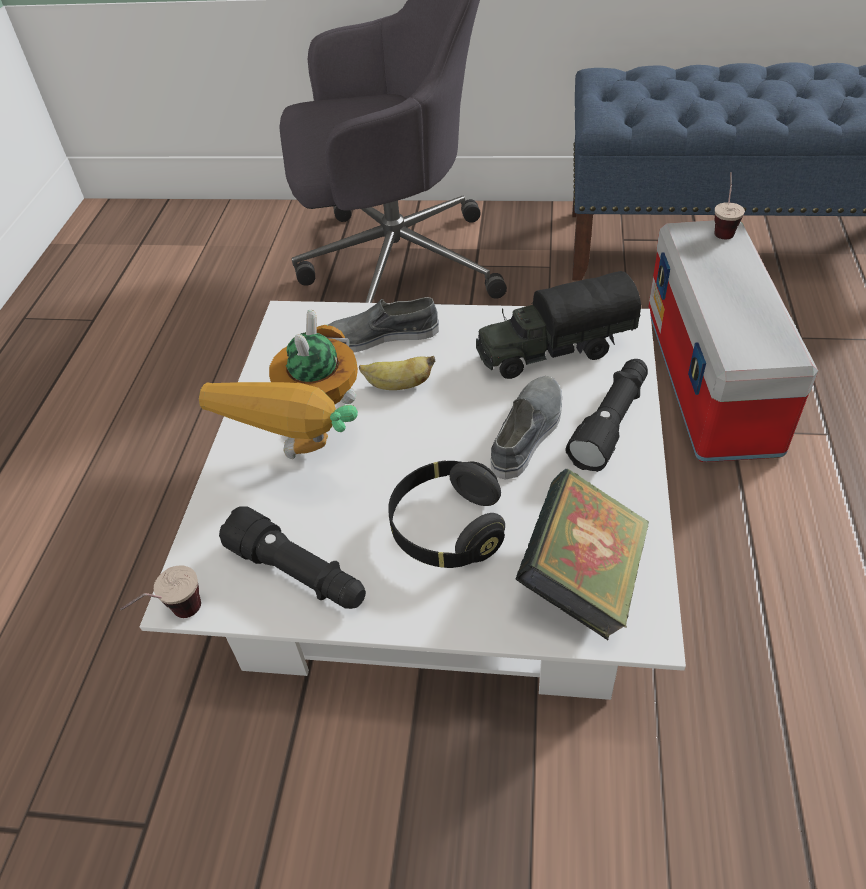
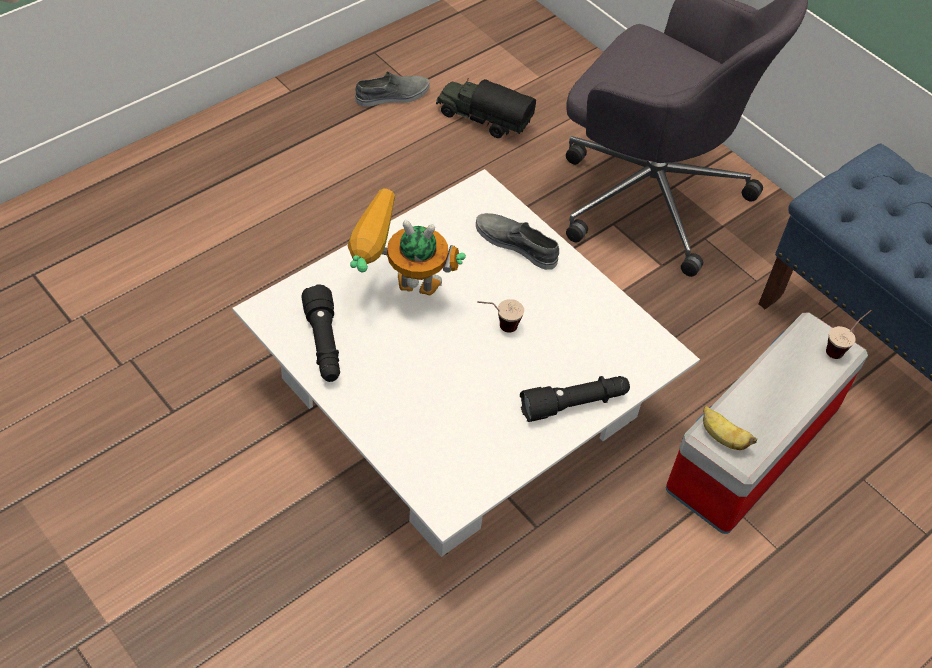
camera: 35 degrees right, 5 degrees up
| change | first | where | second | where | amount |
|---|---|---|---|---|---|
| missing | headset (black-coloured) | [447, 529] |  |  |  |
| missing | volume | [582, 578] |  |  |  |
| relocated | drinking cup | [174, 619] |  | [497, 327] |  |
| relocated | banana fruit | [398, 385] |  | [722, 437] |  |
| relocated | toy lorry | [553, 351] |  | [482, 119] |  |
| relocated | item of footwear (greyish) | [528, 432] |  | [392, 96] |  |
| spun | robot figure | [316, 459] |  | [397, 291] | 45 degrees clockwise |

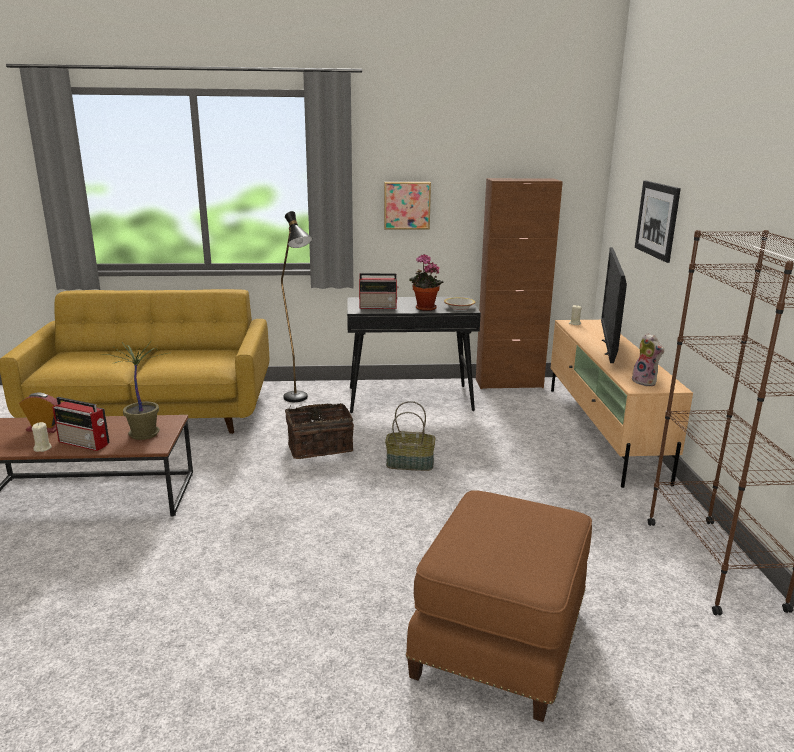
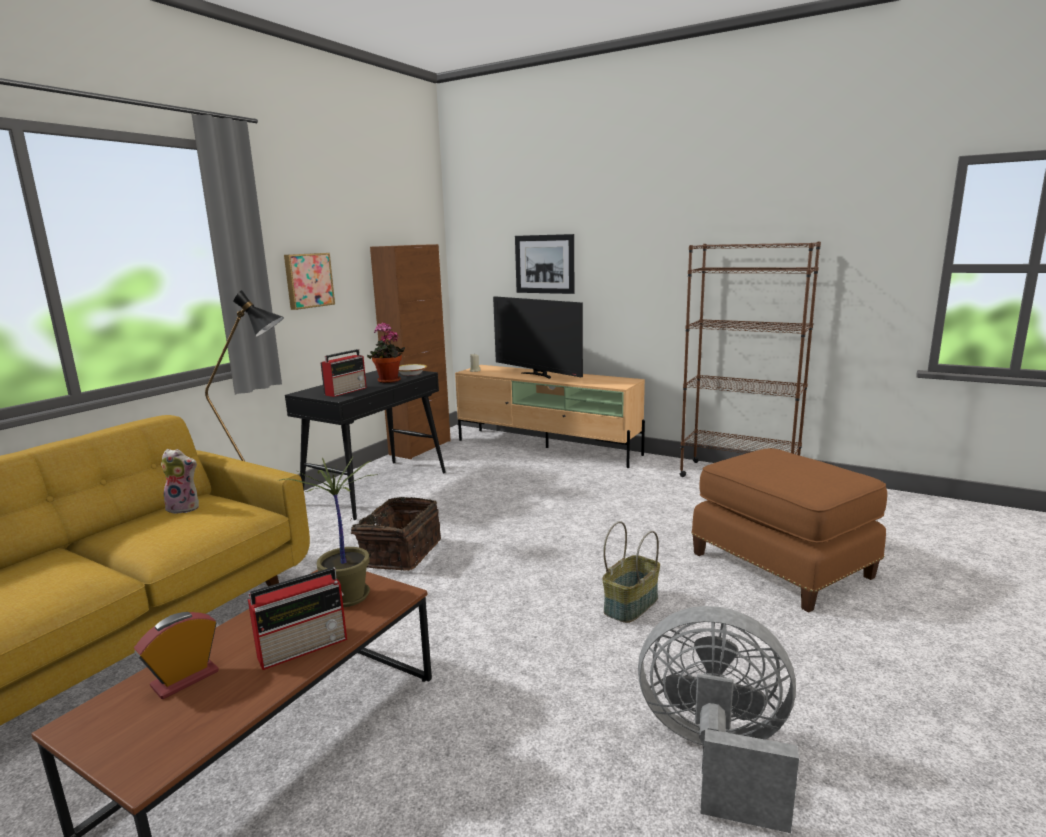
camera: 55 degrees left, 5 degrees down
| change | first | where | second | where | amount |
|---|---|---|---|---|---|
| missing | wax light (beige-coloured) | [43, 448] |  |  |  |
| appeared |  |  | electric fan (greyish) | [716, 756] |  |
| relocated | basket | [410, 464] |  | [630, 604] |  |
| relocated | soft toy | [645, 382] |  | [185, 508] |  |

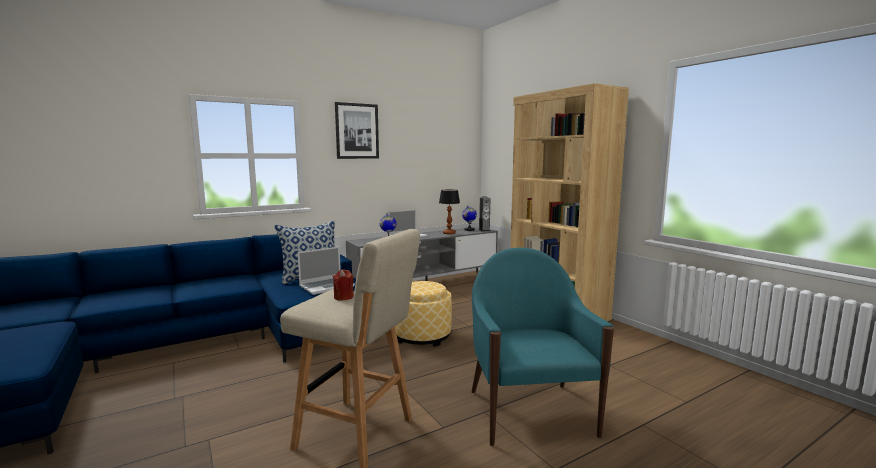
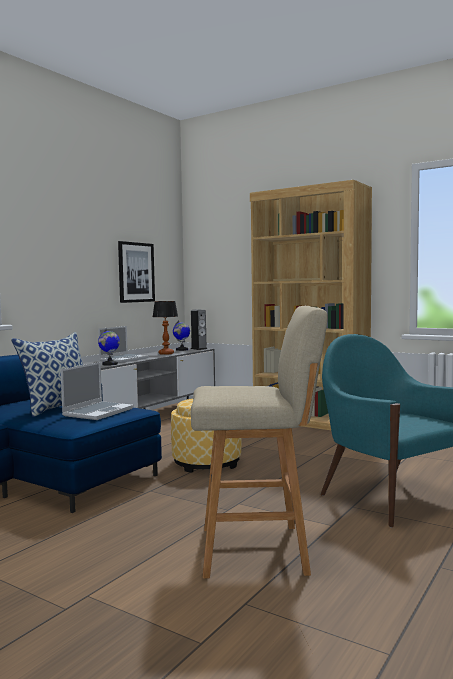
camera: 25 degrees left, 5 degrees down
| change | first | where | second | where | amount |
|---|---|---|---|---|---|
| missing | wax light (reddish) | [343, 297] |  |  |  |
| relocated | wall art | [357, 131] |  | [136, 272] |  |

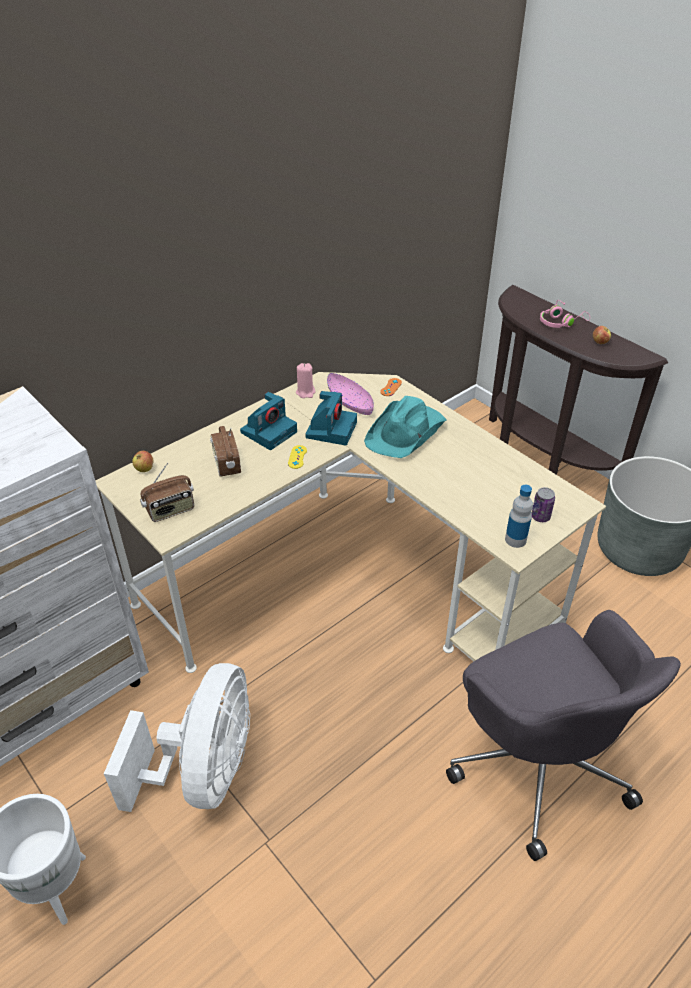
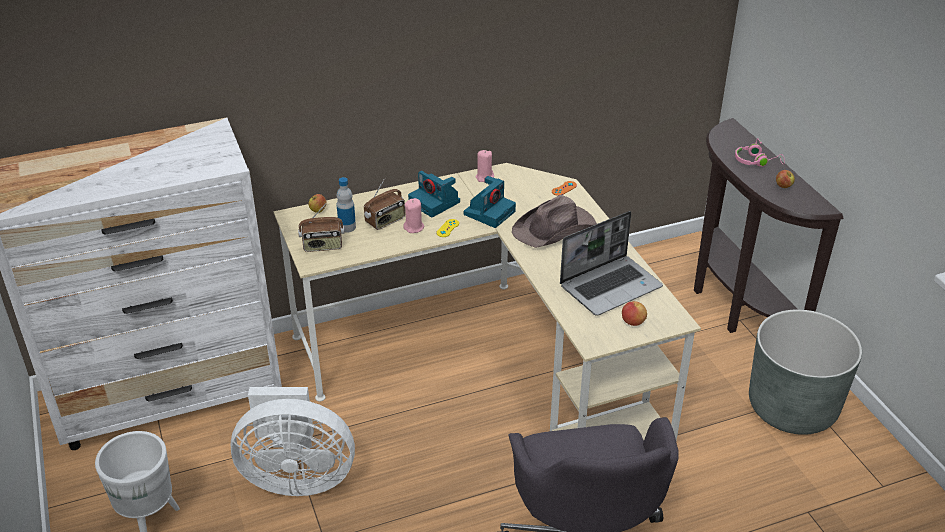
camera: 20 degrees right, 5 degrees down
| change | first | where | second | where | amount |
|---|---|---|---|---|---|
| missing | deep dish (pink) | [350, 402] |  |  |  |
| appeared |  |  | wax light (pink) | [414, 227] |  |
| appeared |  |  | notebook computer | [611, 286] |  |
| relocated | drink bottle | [515, 540] |  | [347, 227] |  |
| exchanged | metal can | [540, 517] | apple | [633, 322] |  |
| colour | hat (turquoise-coloured) | [406, 432] | hat (brown) | [555, 228] |  |
| spun | electric fan (white) | [205, 771] |  | [296, 477] | 60 degrees clockwise |
| spun | radio | [226, 464] |  | [385, 221] | 135 degrees counterclockwise |
| spun | still camera | [269, 431] |  | [435, 203] | 75 degrees clockwise |

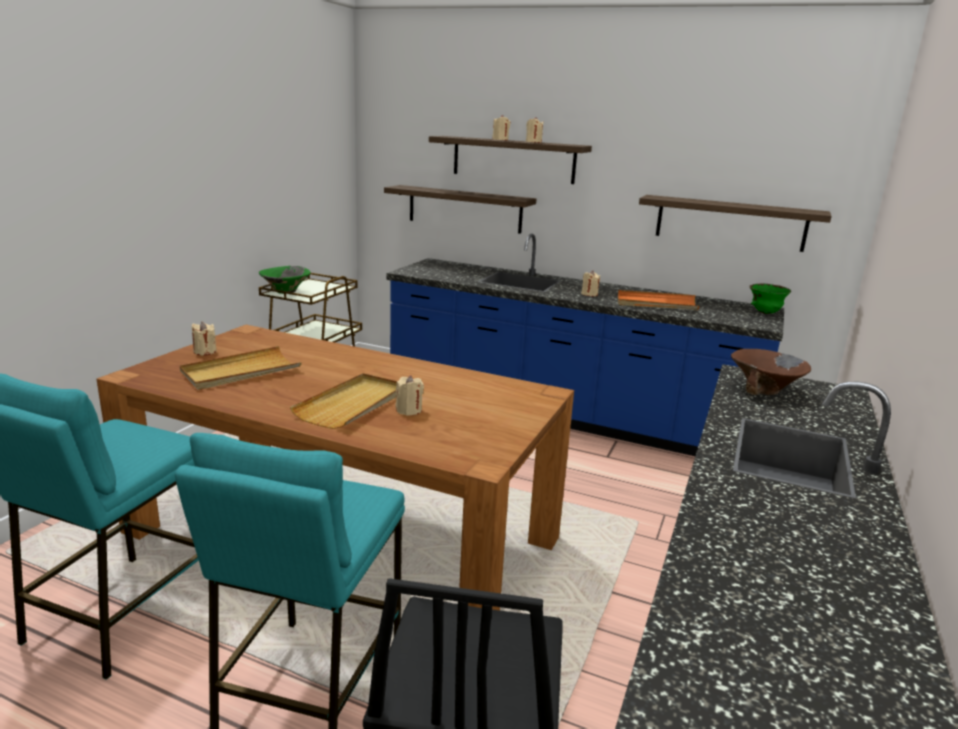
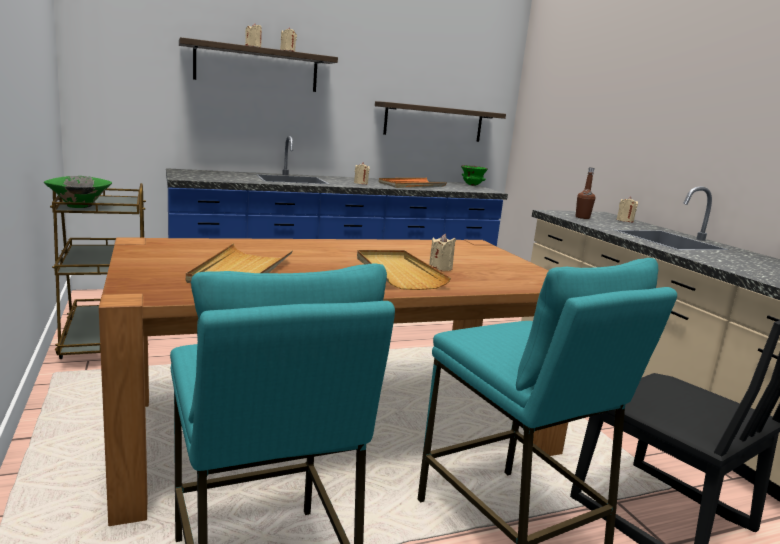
camera: 45 degrees left, 5 degrees down
| change | first | where | second | where | amount |
|---|---|---|---|---|---|
| missing | bracket shelf | [464, 209] |  |  |  |
| relocated | wax light (beige-coloured) | [205, 352] |  | [625, 220] |  |
| exchanged | deep dish (brown) | [764, 390] | drink bottle (brown) | [582, 217] |  |

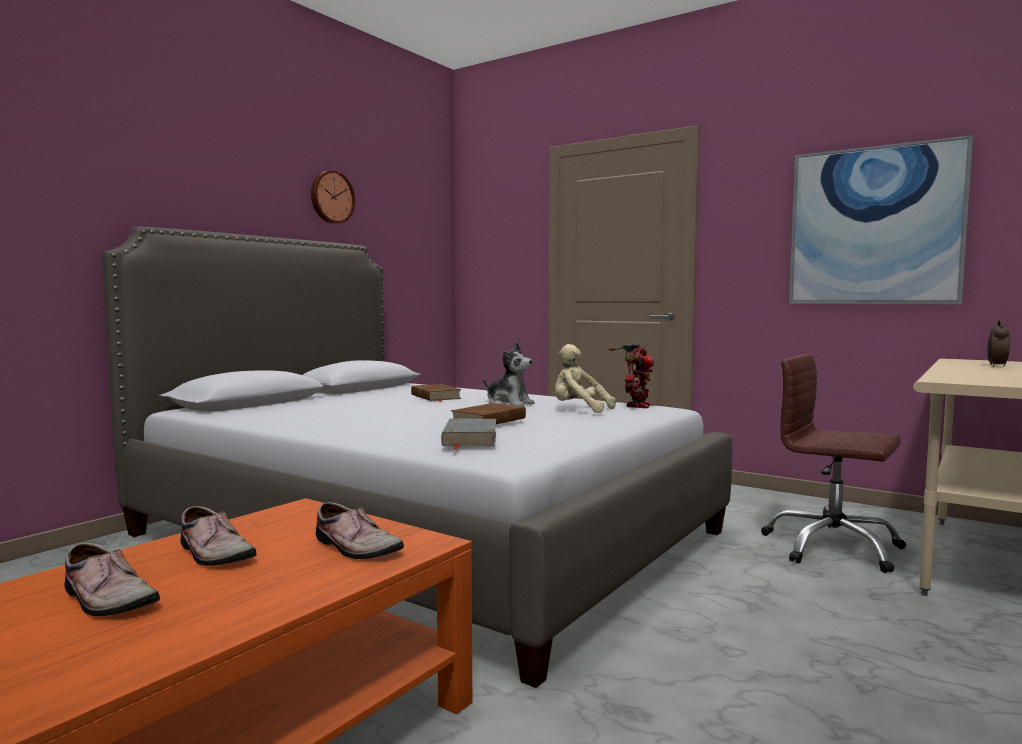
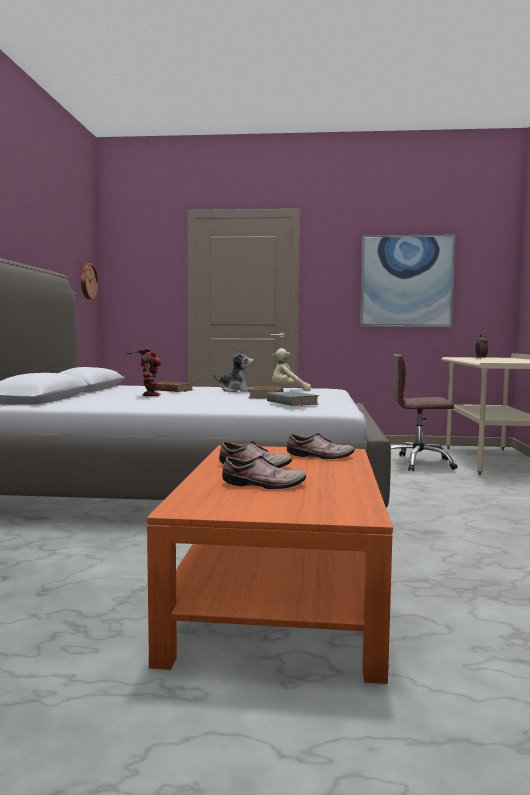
camera: 30 degrees left, 0 degrees up
| change | first | where | second | where | amount |
|---|---|---|---|---|---|
| relocated | wall clock | [331, 197] |  | [87, 281] |  |
| relocated | robot figure | [637, 405] |  | [149, 395] |  |

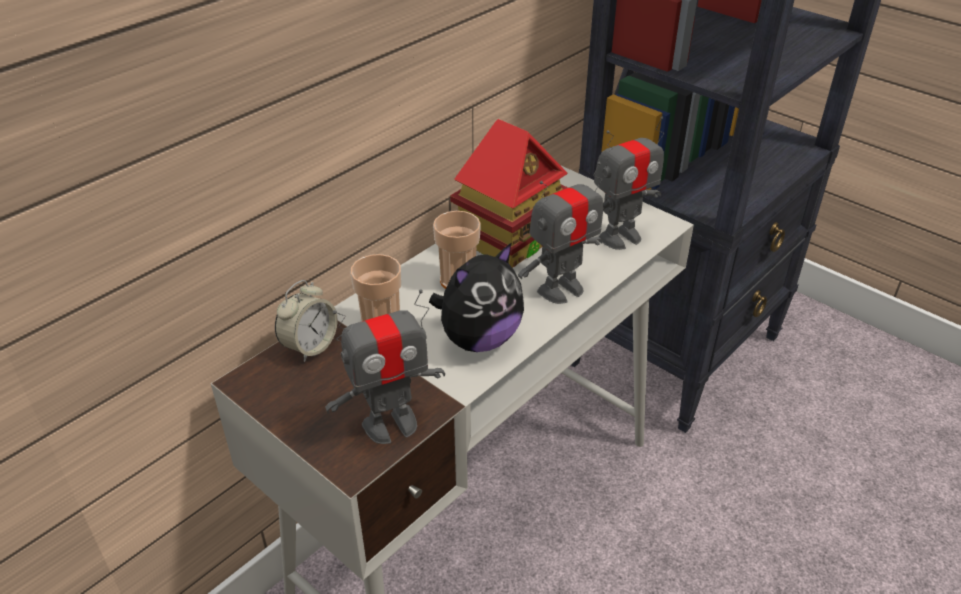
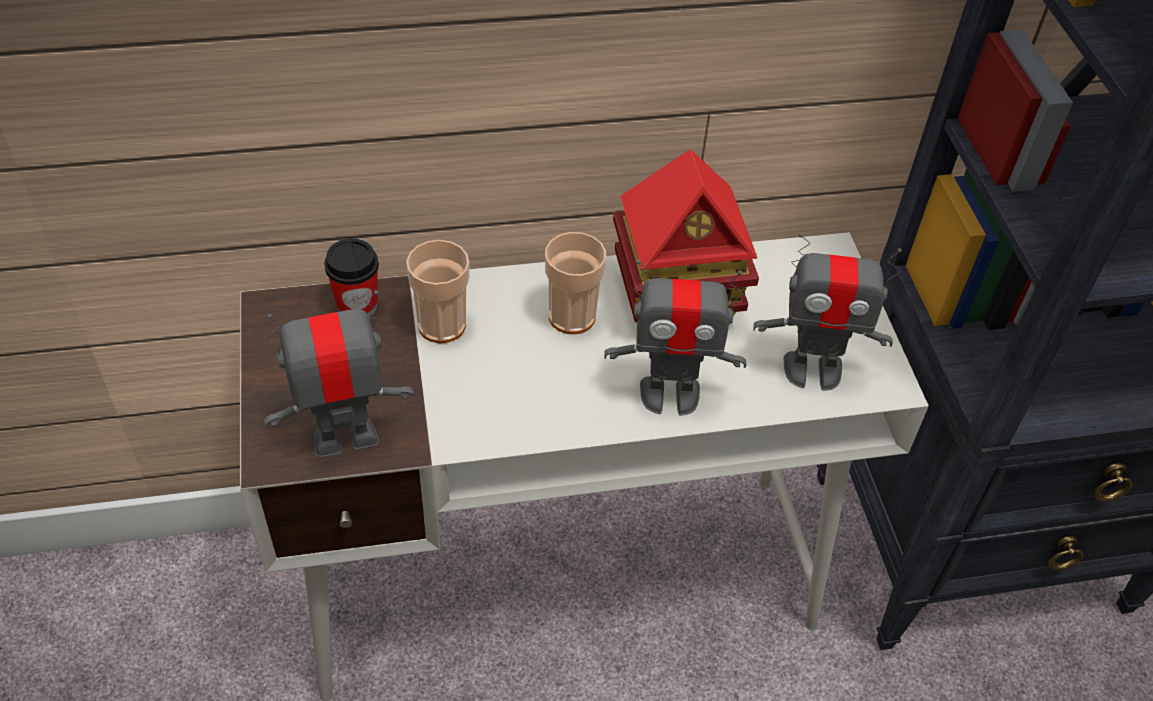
camera: 35 degrees right, 10 degrees up
| change | first | where | second | where | amount |
|---|---|---|---|---|---|
| missing | soft toy | [479, 339] |  |  |  |
| exchanged | alarm clock | [310, 346] | drinking cup | [357, 306] |  |
| spun | robot figure | [390, 424] |  | [345, 437] | 150 degrees clockwise |

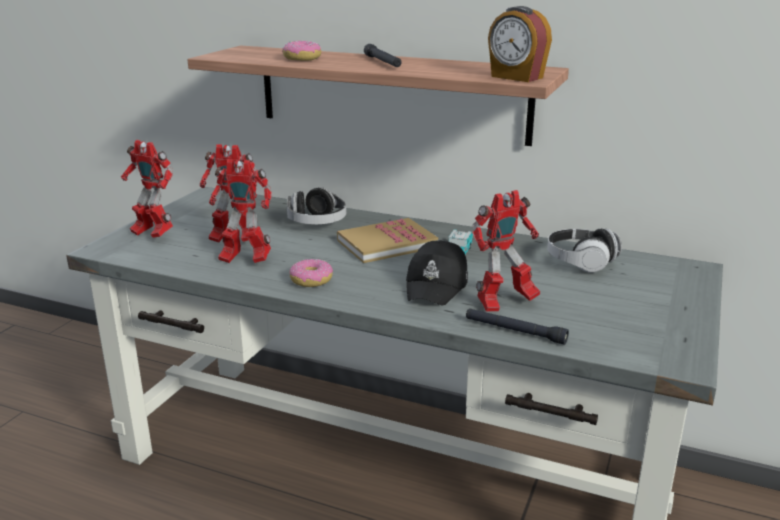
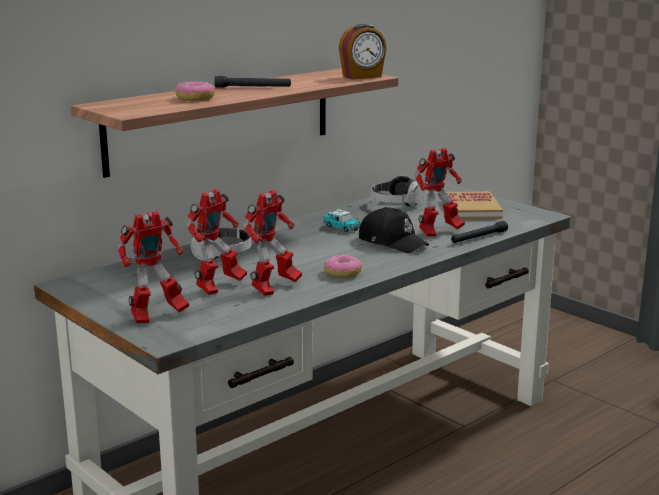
camera: 65 degrees left, 5 degrees down
| change | first | where | second | where | amount |
|---|---|---|---|---|---|
| relocated | volume | [386, 244] |  | [470, 209] |  |
| spun | robot figure | [503, 303] |  | [438, 232] | 60 degrees clockwise |

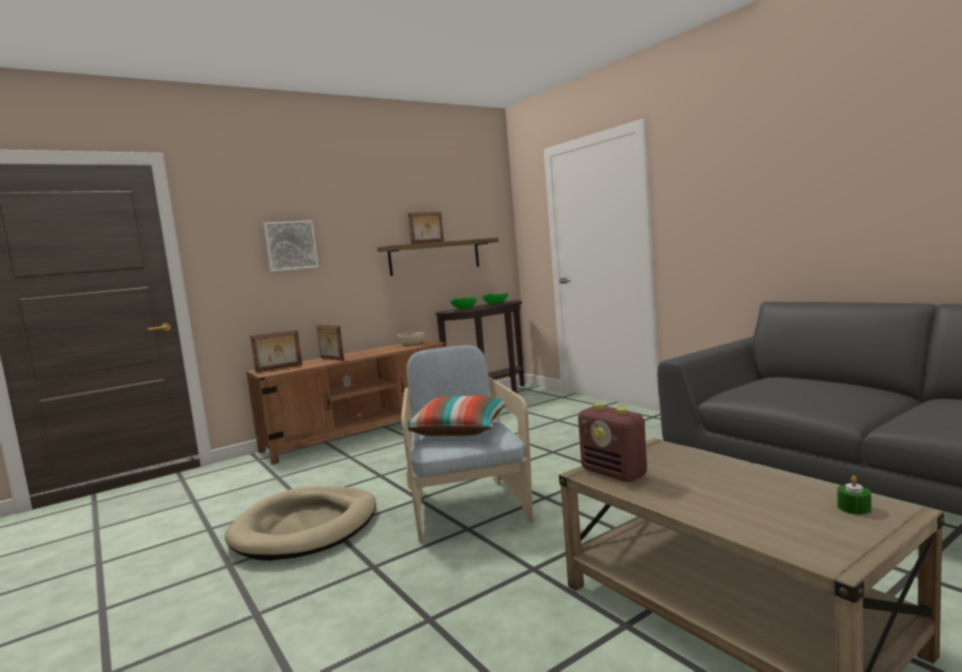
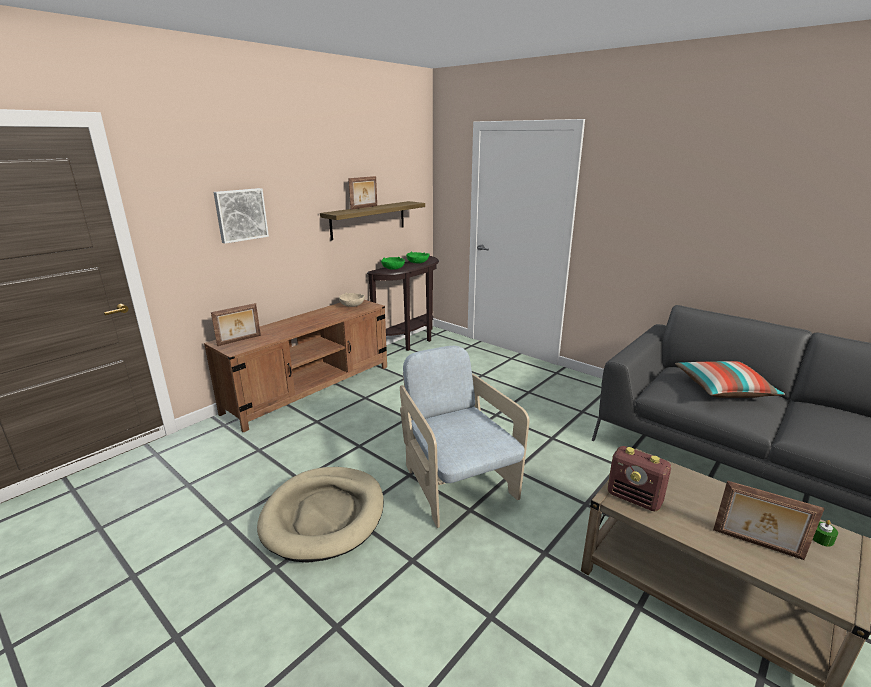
camera: 15 degrees left, 15 degrees up
| change | first | where | second | where | amount |
|---|---|---|---|---|---|
| relocated | photo frame | [331, 359] |  | [757, 545] |  |
| relocated | cushion | [458, 430] |  | [723, 389] |  |

